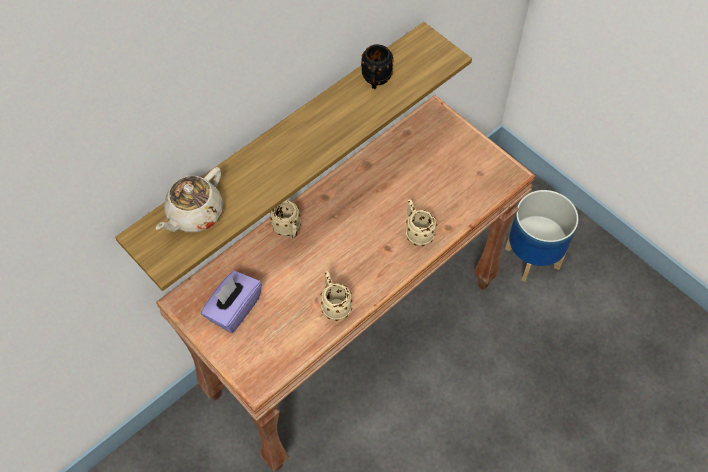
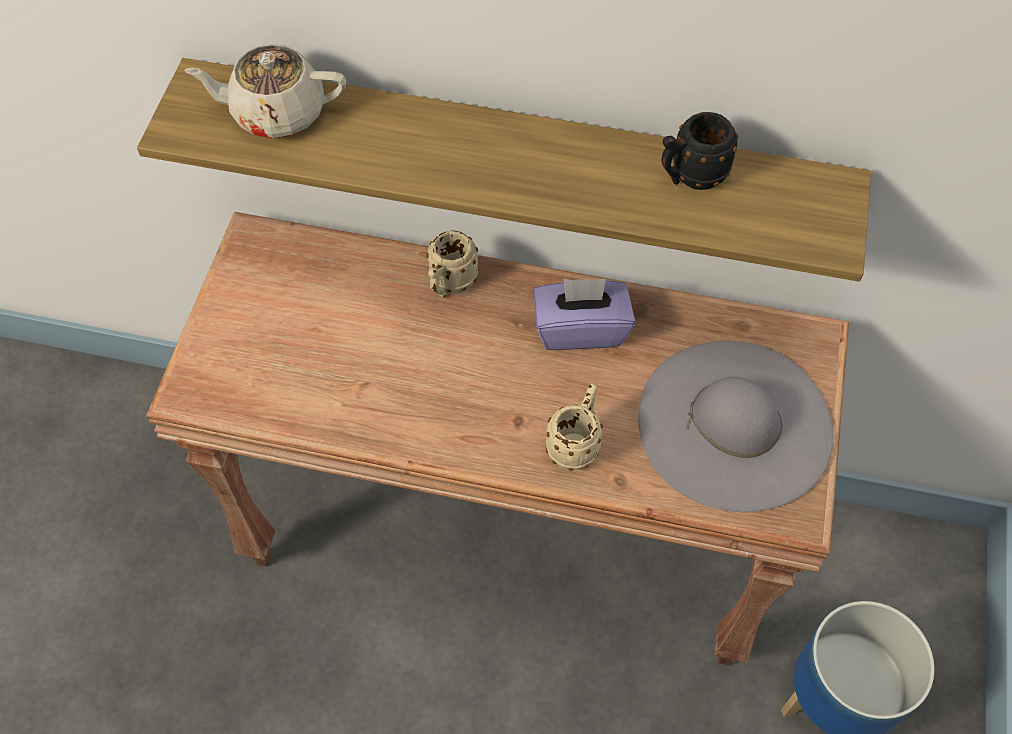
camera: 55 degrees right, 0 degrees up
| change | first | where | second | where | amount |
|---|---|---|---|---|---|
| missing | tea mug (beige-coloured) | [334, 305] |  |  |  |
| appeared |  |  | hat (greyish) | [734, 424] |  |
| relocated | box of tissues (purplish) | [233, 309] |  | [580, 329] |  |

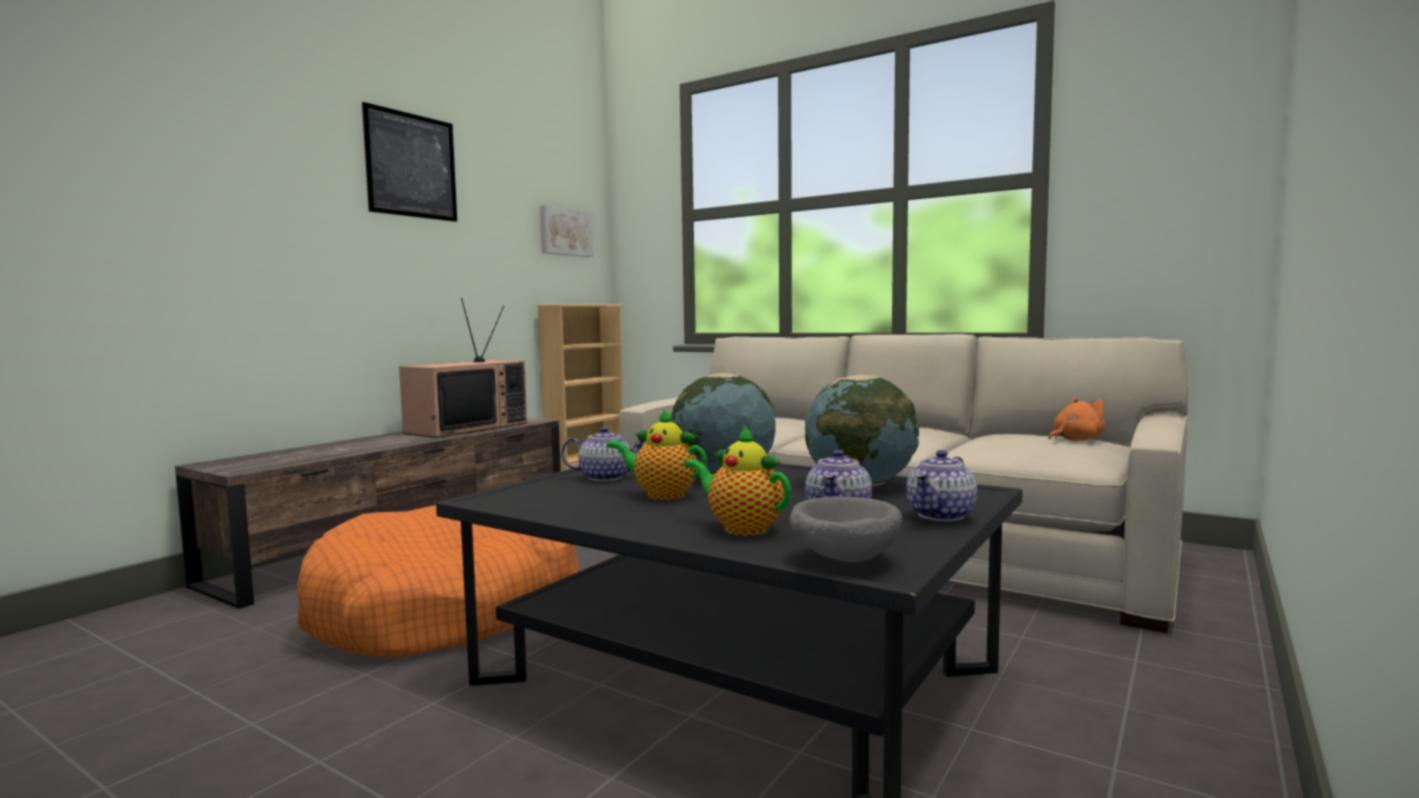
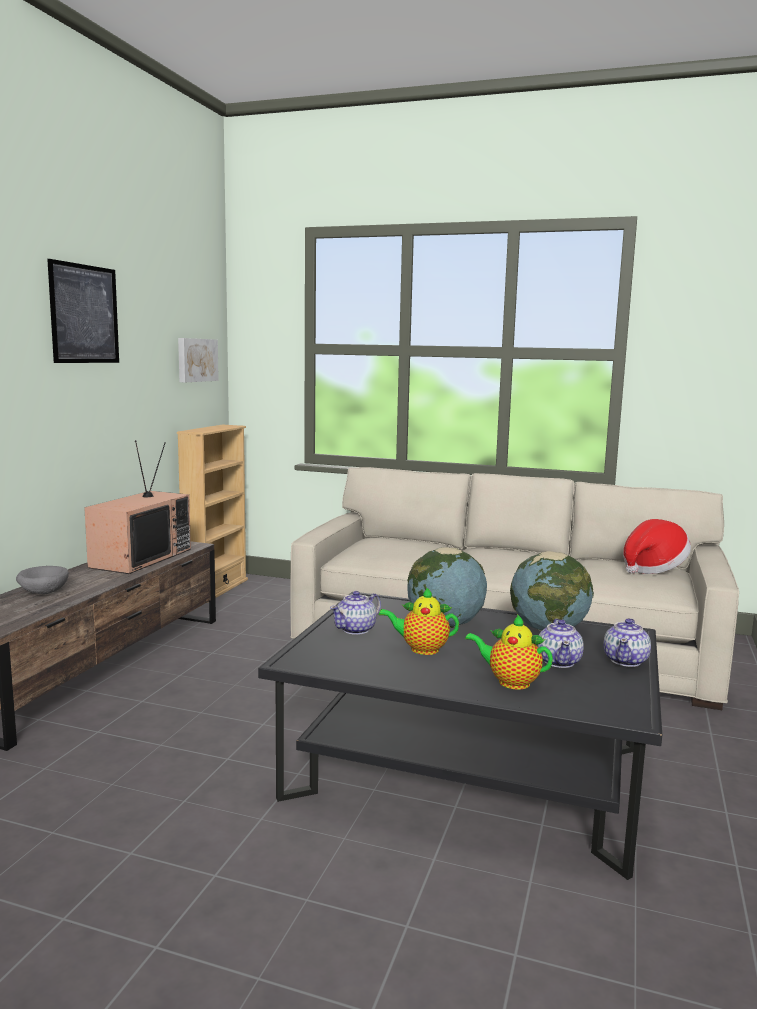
camera: 15 degrees left, 5 degrees up
| change | first | where | second | where | amount |
|---|---|---|---|---|---|
| missing | dog cushion (orange) | [449, 607] |  |  |  |
| relocated | deep dish (greyish) | [843, 559] |  | [42, 593] |  |
| exchanged | soft toy (orange) | [1075, 440] | hat | [652, 568] |  |
| spun | tea pot | [605, 477] |  | [356, 629] | 150 degrees clockwise |

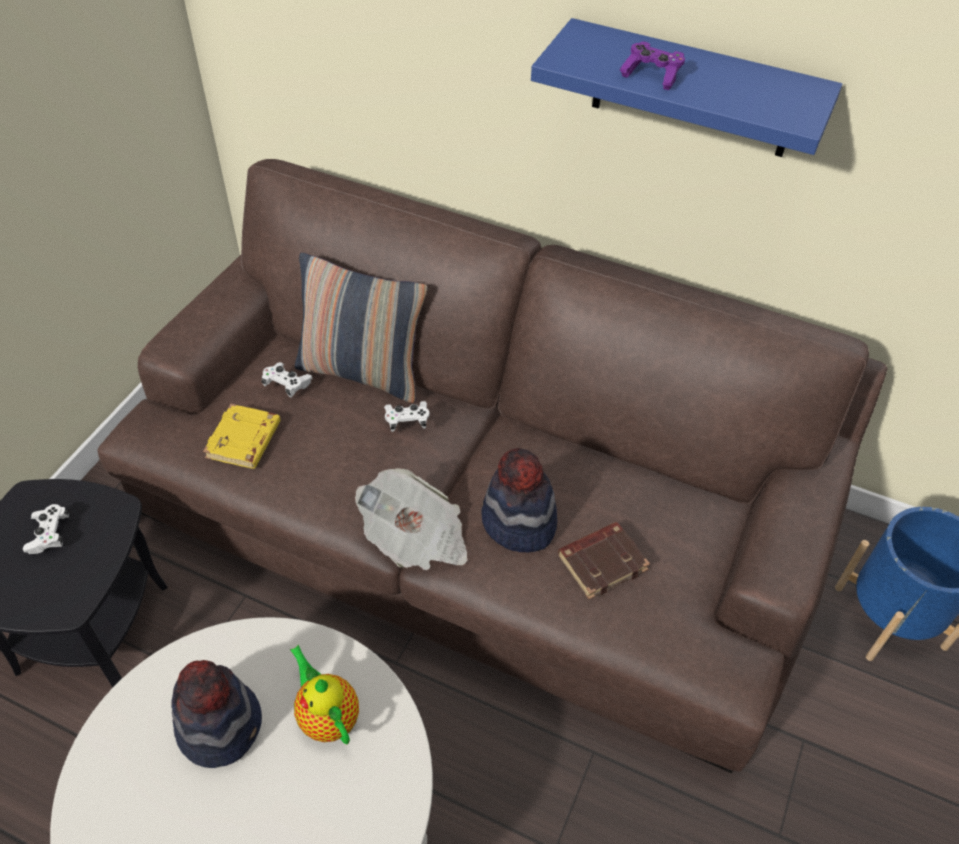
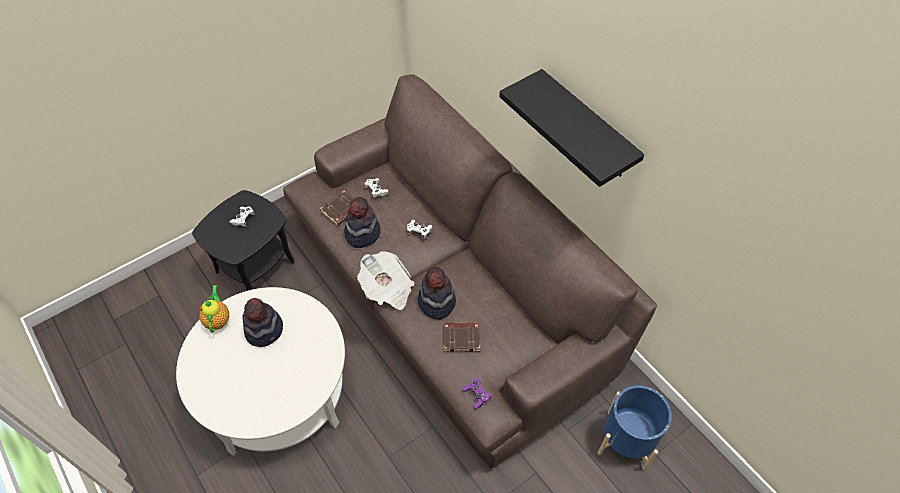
camera: 30 degrees right, 5 degrees up
| change | first | where | second | where | amount |
|---|---|---|---|---|---|
| missing | cushion | [362, 372] |  |  |  |
| appeared |  |  | hat | [362, 233] |  |
| relocated | tea pot | [327, 715] |  | [218, 319] |  |
| relocated | game controller (purplish) | [652, 75] |  | [477, 395] |  |
| colour | volume (yellowish) | [244, 441] | volume (brown) | [341, 210] |  |
| colour | bracket shelf (bluish) | [693, 90] | bracket shelf (black-coloured) | [587, 126] |  |

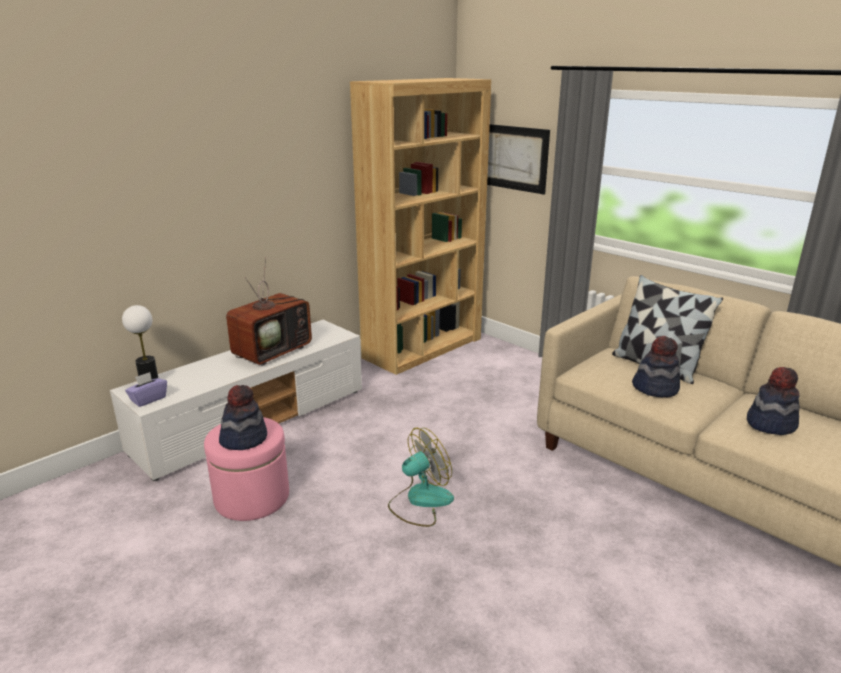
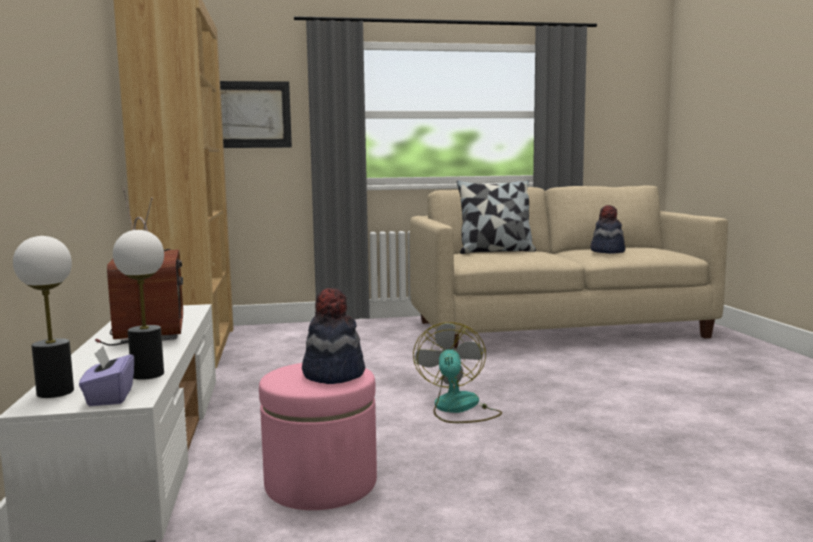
camera: 55 degrees left, 15 degrees down
| change | first | where | second | where | amount |
|---|---|---|---|---|---|
| missing | hat | [655, 388] |  |  |  |
| appeared |  |  | table lamp | [148, 374] |  |

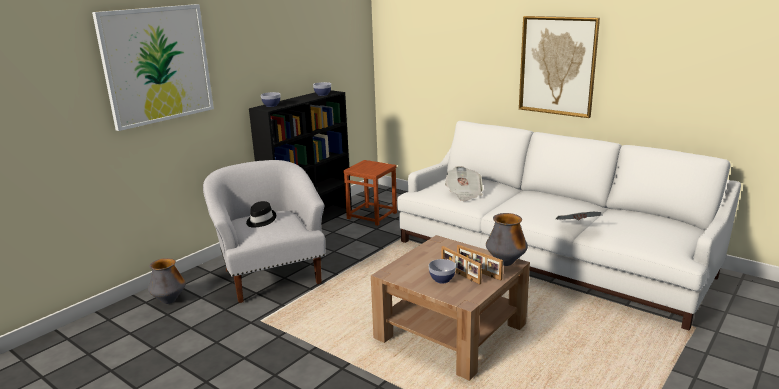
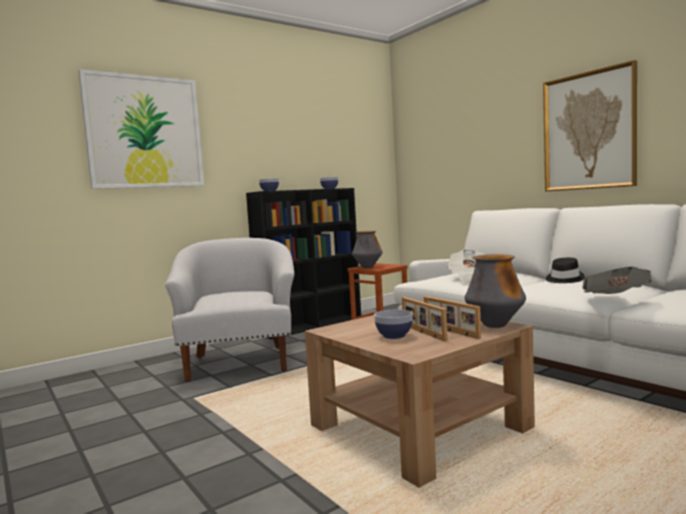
camera: 15 degrees right, 15 degrees down
| change | first | where | second | where | amount |
|---|---|---|---|---|---|
| relocated | decorative vase | [169, 300] |  | [367, 267] |  |
| relocated | hat (black-coloured) | [260, 220] |  | [564, 279] |  |

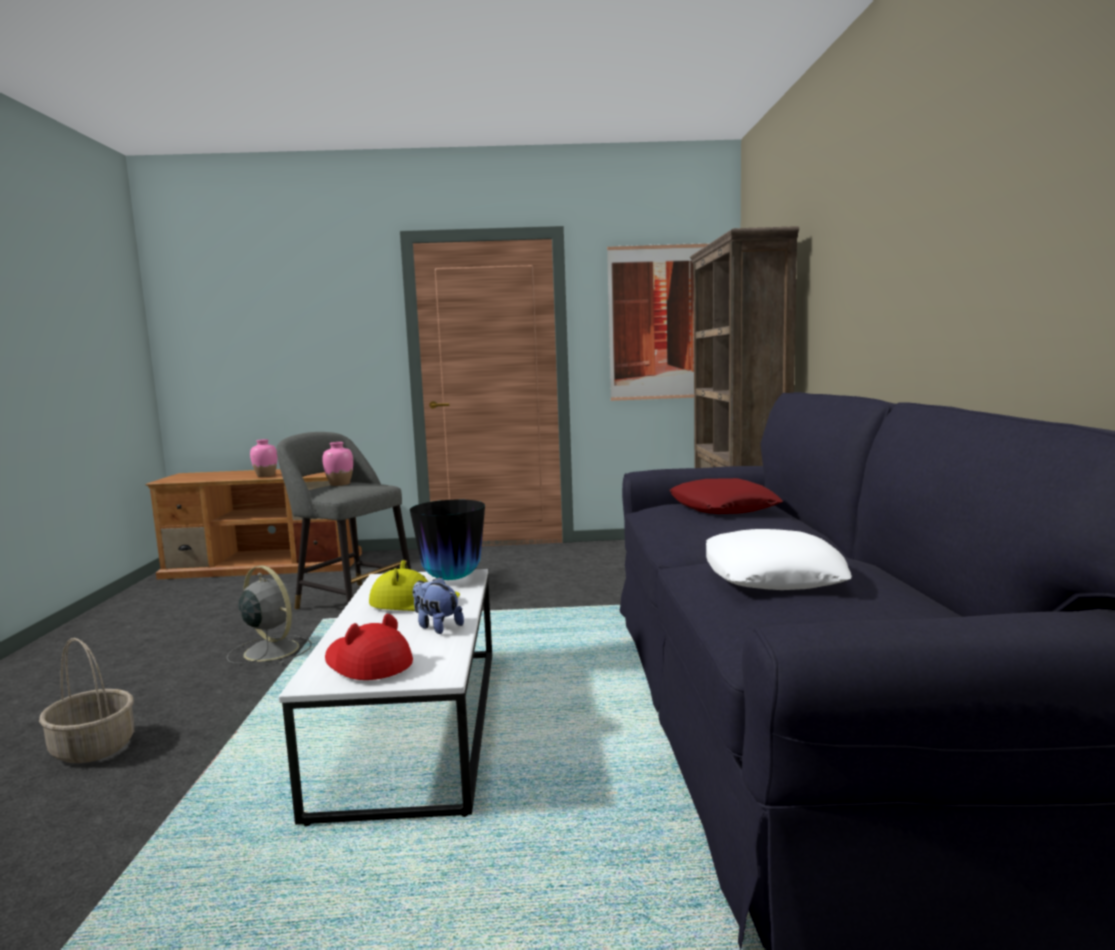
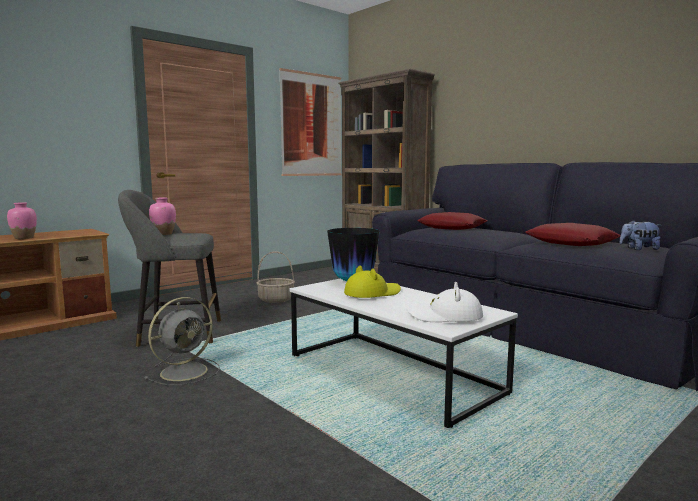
camera: 40 degrees left, 0 degrees up
| change | first | where | second | where | amount |
|---|---|---|---|---|---|
| relocated | basket | [92, 748] |  | [275, 300] |  |
| relocated | soft toy | [436, 626] |  | [639, 249] |  |
| colour | hat (reddish) | [367, 663] | hat (white) | [445, 317] |  |
| colour | cushion (white) | [771, 574] | cushion (reddish) | [570, 242] |  |
| spun | electric fan (greyish) | [270, 650] |  | [186, 371] | 135 degrees clockwise |

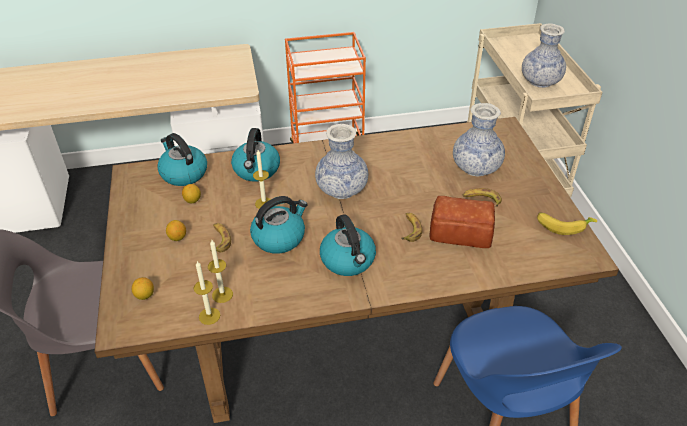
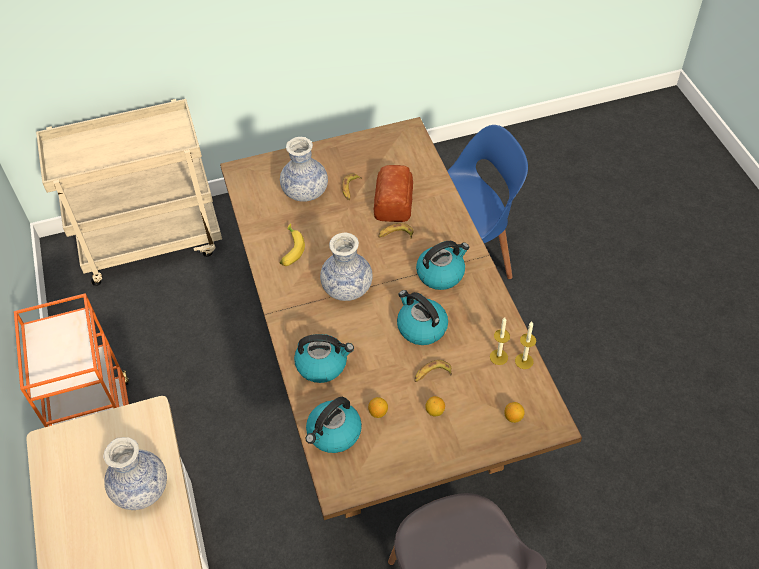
camera: 95 degrees left, 10 degrees up
| change | first | where | second | where | amount |
|---|---|---|---|---|---|
| missing | wax light | [264, 203] |  |  |  |
| relocated | decorative vase | [540, 81] |  | [141, 489] |  |
| relocated | banana fruit | [563, 225] |  | [290, 249] |  |

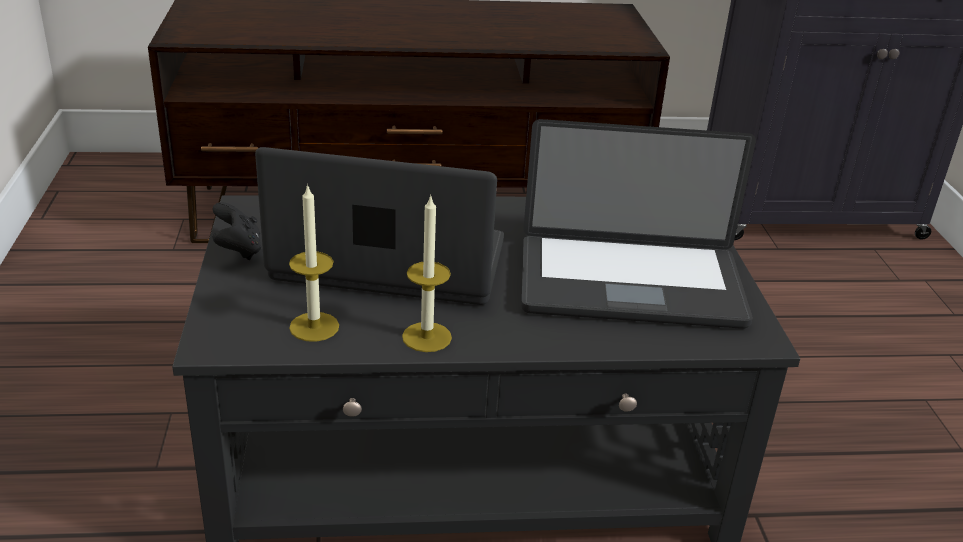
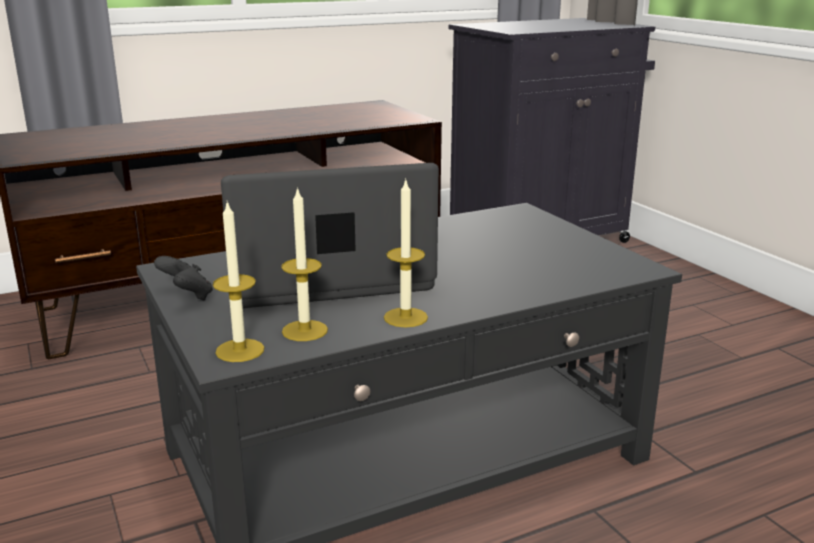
camera: 20 degrees left, 10 degrees down
| change | first | where | second | where | amount |
|---|---|---|---|---|---|
| missing | notebook computer | [630, 285] |  |  |  |
| appeared |  |  | wax light | [240, 350] |  |

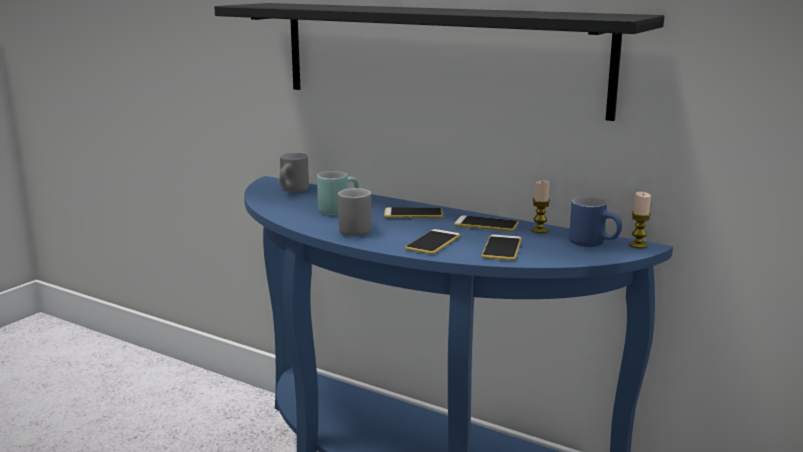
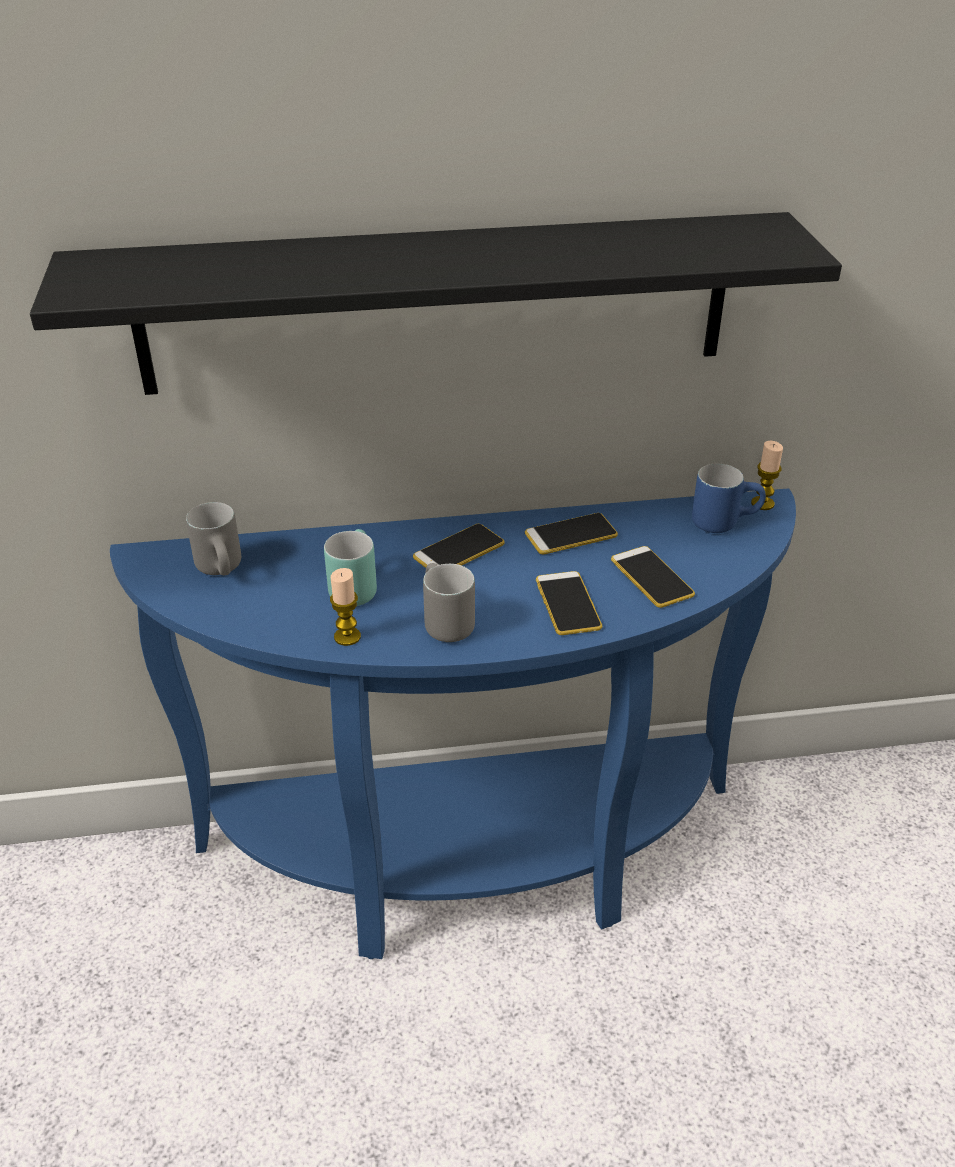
camera: 40 degrees left, 20 degrees up
| change | first | where | second | where | amount |
|---|---|---|---|---|---|
| relocated | wax light | [539, 230] |  | [347, 637] |  |

